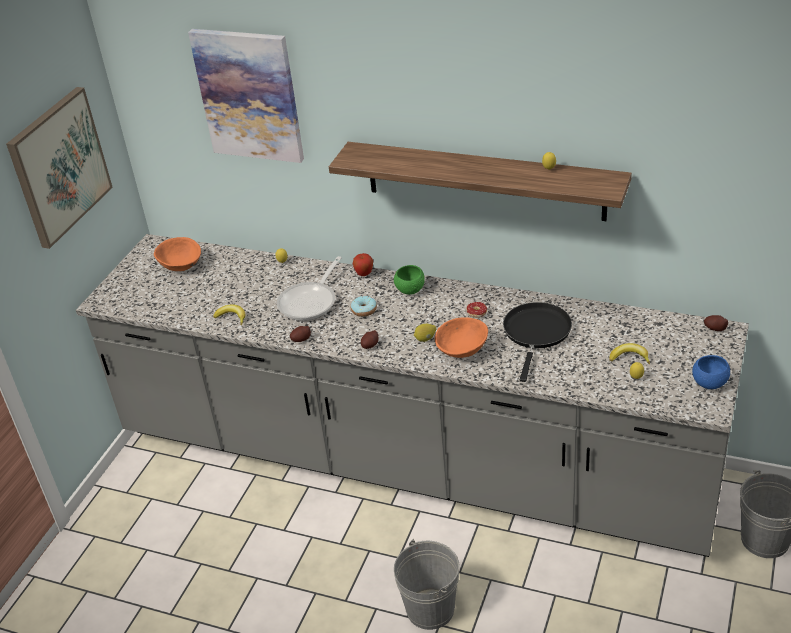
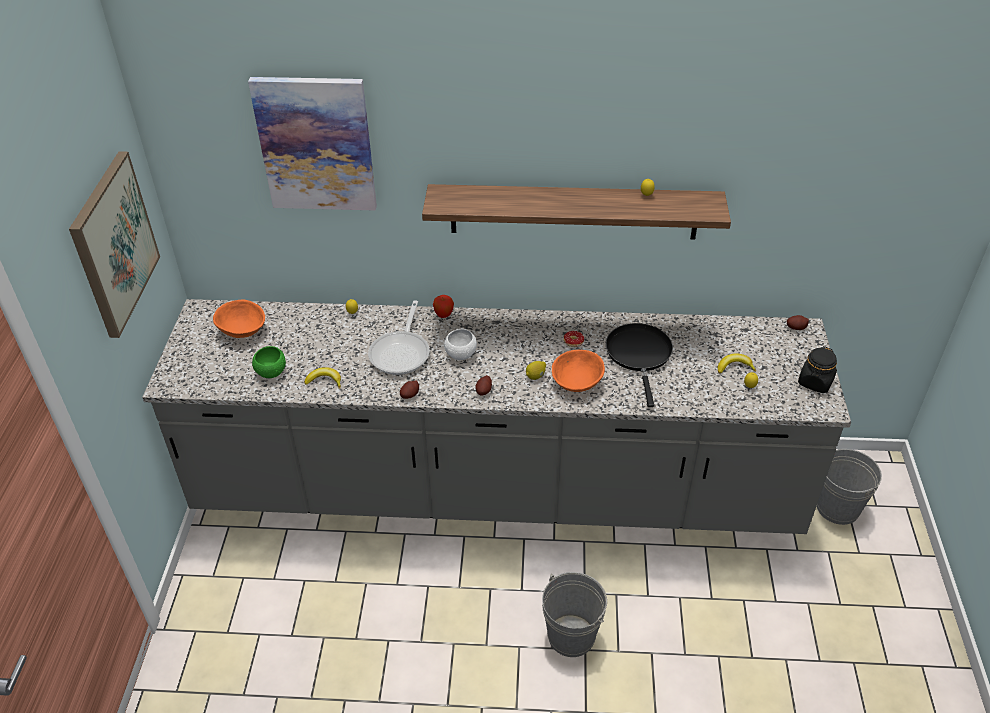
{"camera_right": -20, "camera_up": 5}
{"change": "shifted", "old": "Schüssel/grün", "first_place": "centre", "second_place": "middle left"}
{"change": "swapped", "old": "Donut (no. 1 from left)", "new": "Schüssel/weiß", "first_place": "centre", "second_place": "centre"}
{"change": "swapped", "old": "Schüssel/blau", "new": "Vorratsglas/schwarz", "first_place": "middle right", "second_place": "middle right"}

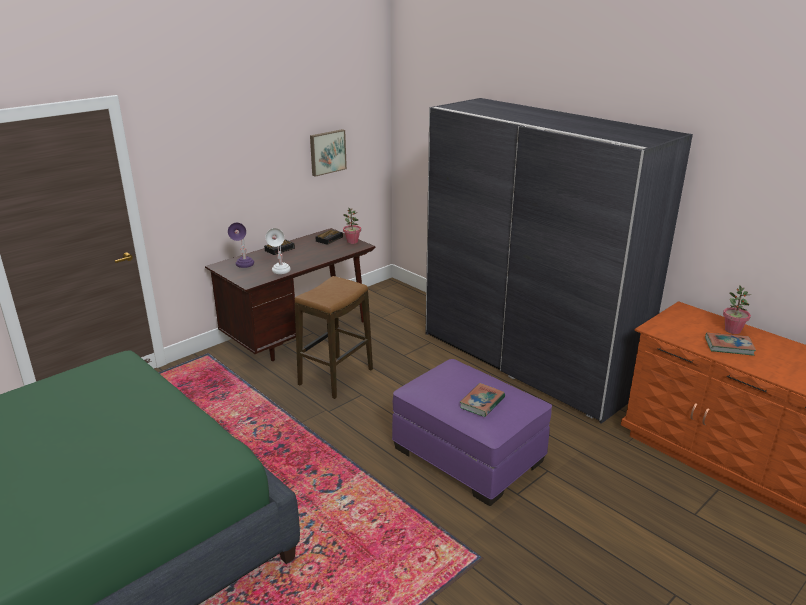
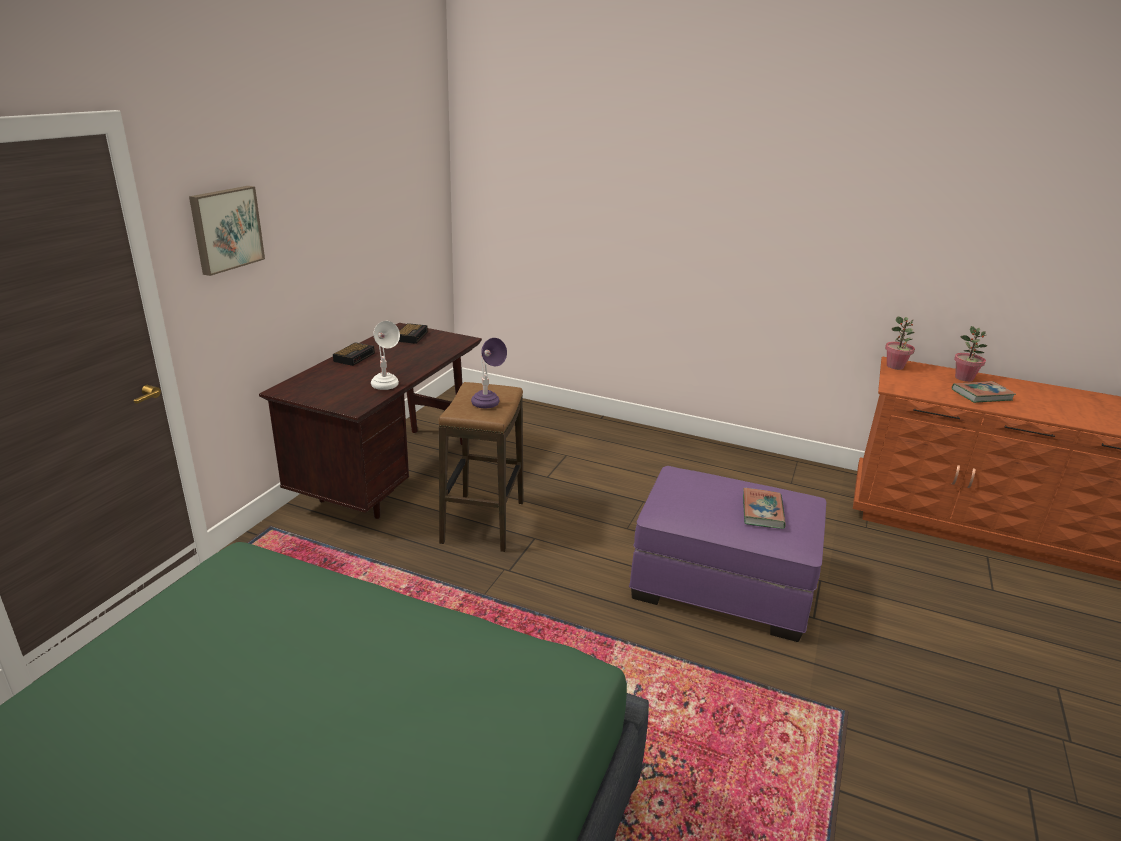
{"camera_right": -25, "camera_up": 0}
{"change": "shifted", "old": "Bild", "first_place": "top centre", "second_place": "top left"}
{"change": "shifted", "old": "Tischlampe/lila", "first_place": "middle left", "second_place": "centre"}
{"change": "shifted", "old": "Topfpflanze (no. 1 from left)", "first_place": "centre", "second_place": "middle right"}
{"change": "gone", "old": "Kleiderschrank/grau", "first_place": "middle right"}

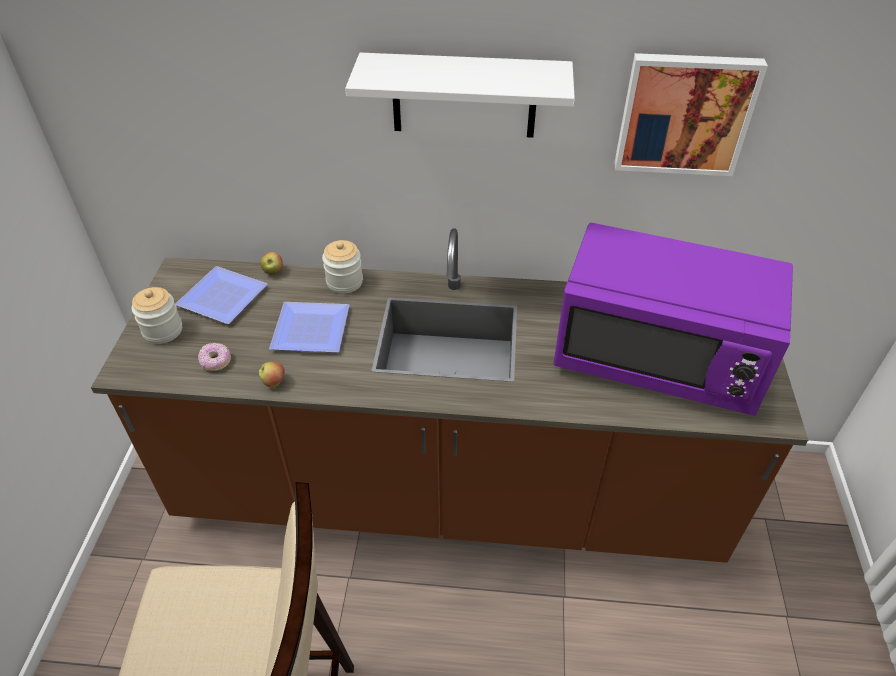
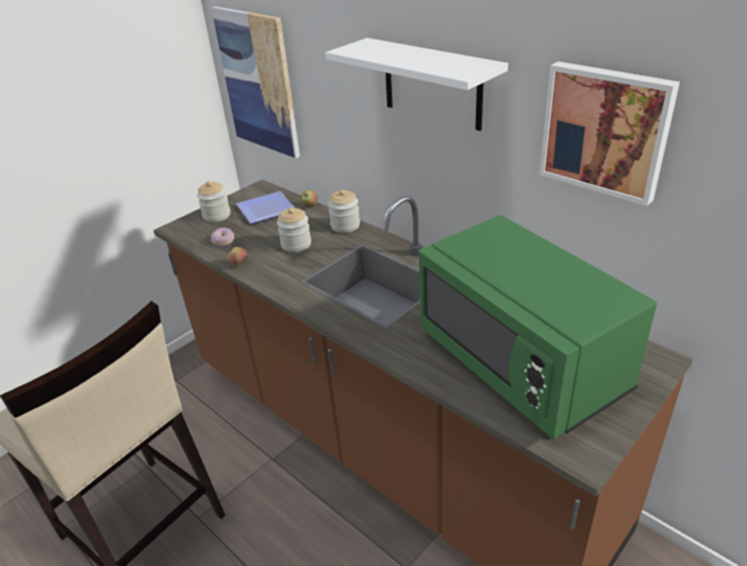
{"camera_right": 40, "camera_up": -10}
{"change": "new", "new": "Bild (no. 1 from left)", "second_place": "top centre"}
{"change": "swapped", "old": "Teller (no. 2 from left)", "new": "Vorratsglas (no. 2 from left)", "first_place": "centre", "second_place": "centre"}
{"change": "repainted", "old": "Mikrowelle/lila", "new": "Mikrowelle/grün", "first_place": "middle right", "second_place": "middle right"}

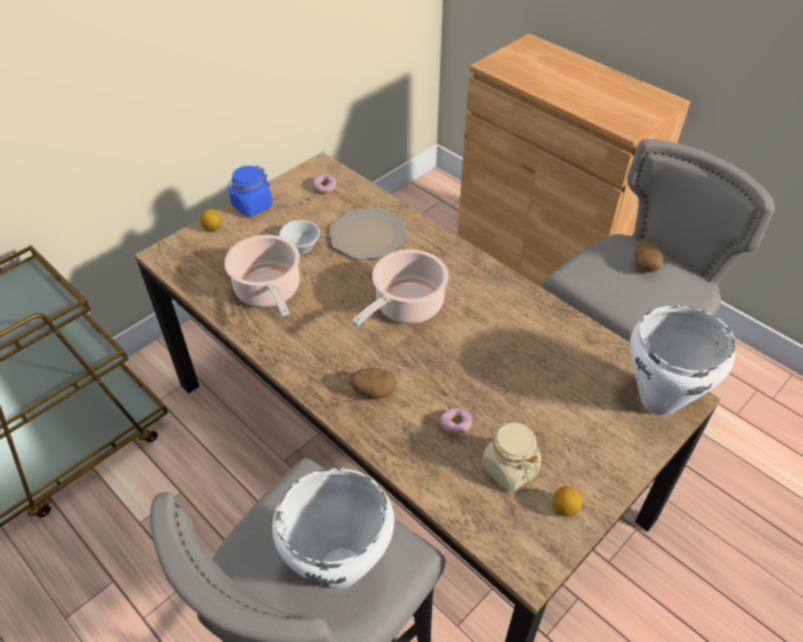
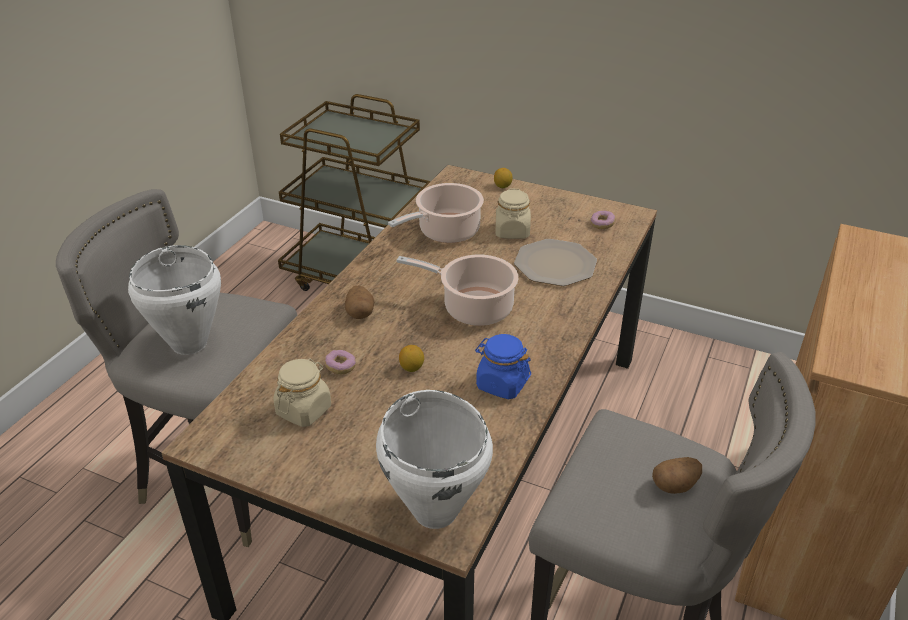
{"camera_right": 70, "camera_up": -10}
{"change": "shifted", "old": "Zitrone (no. 2 from left in the first image)", "new": "Zitrone (no. 1 from left)", "first_place": "bottom right", "second_place": "centre"}
{"change": "shifted", "old": "Vorratsglas/blau", "first_place": "top left", "second_place": "centre"}
{"change": "swapped", "old": "Tasse/weiß", "new": "Vorratsglas/beige (no. 2 from left)", "first_place": "centre", "second_place": "centre"}

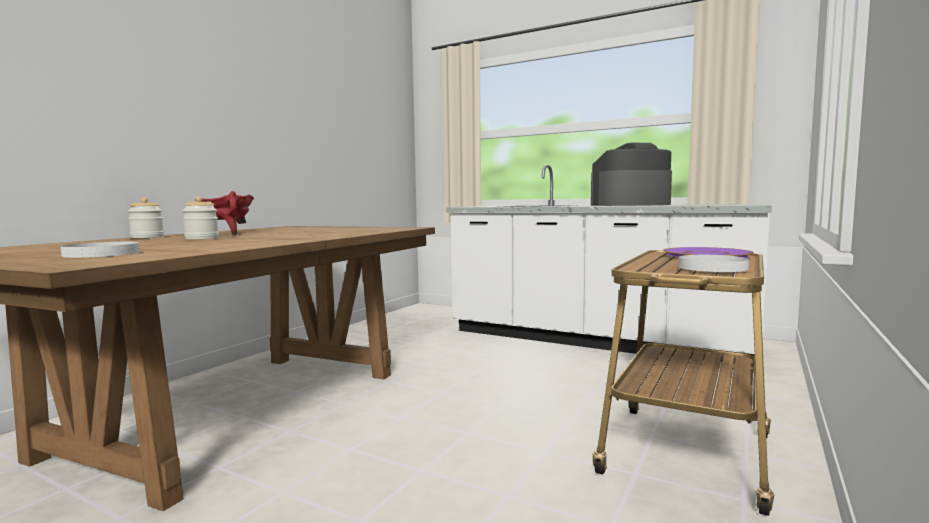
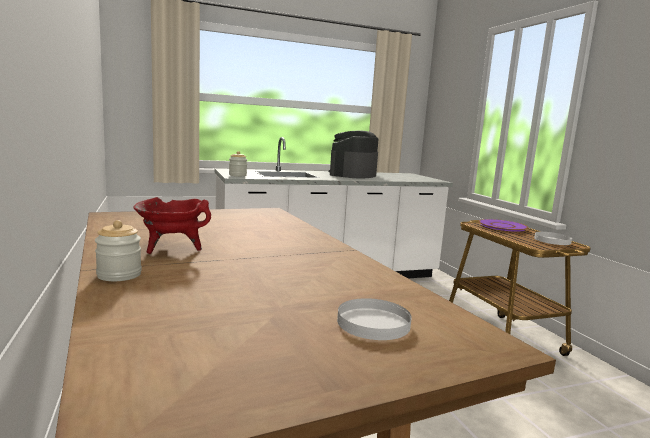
{"camera_right": -50, "camera_up": 5}
{"change": "shifted", "old": "Vorratsglas (no. 2 from left)", "first_place": "middle left", "second_place": "centre"}

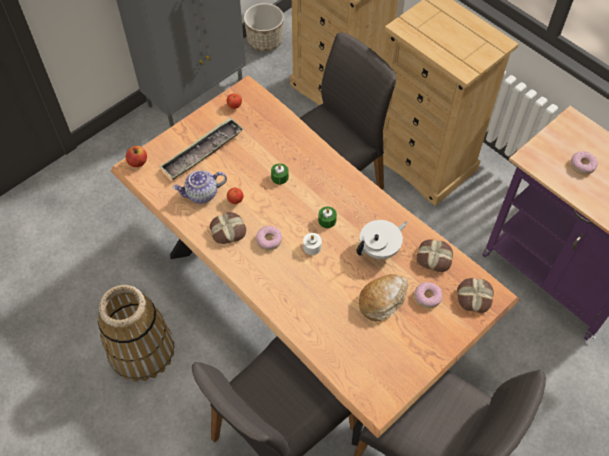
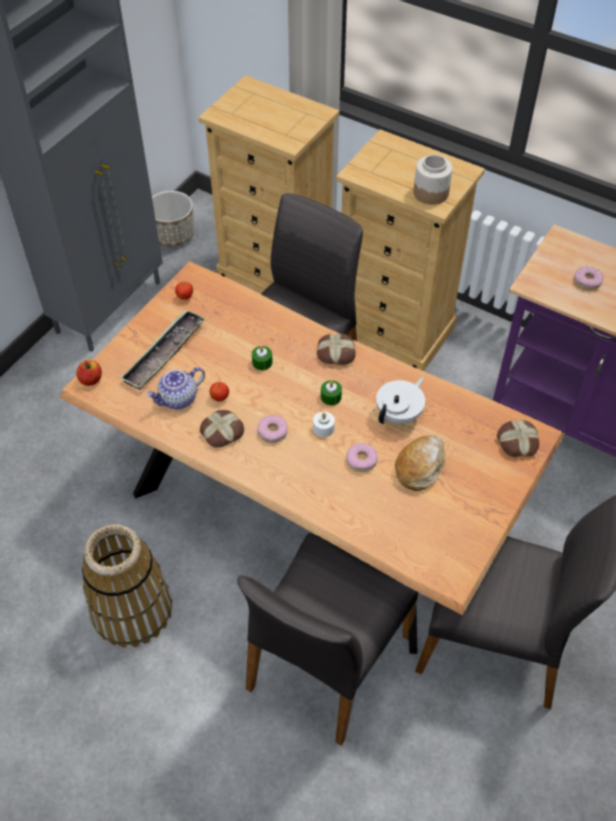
{"camera_right": -15, "camera_up": -5}
{"change": "shifted", "old": "Brot (no. 3 from left in the first image)", "new": "Brot (no. 2 from left)", "first_place": "middle right", "second_place": "centre"}
{"change": "shifted", "old": "Donut (no. 2 from left)", "first_place": "middle right", "second_place": "centre"}
{"change": "new", "new": "Vorratsglas", "second_place": "top right"}

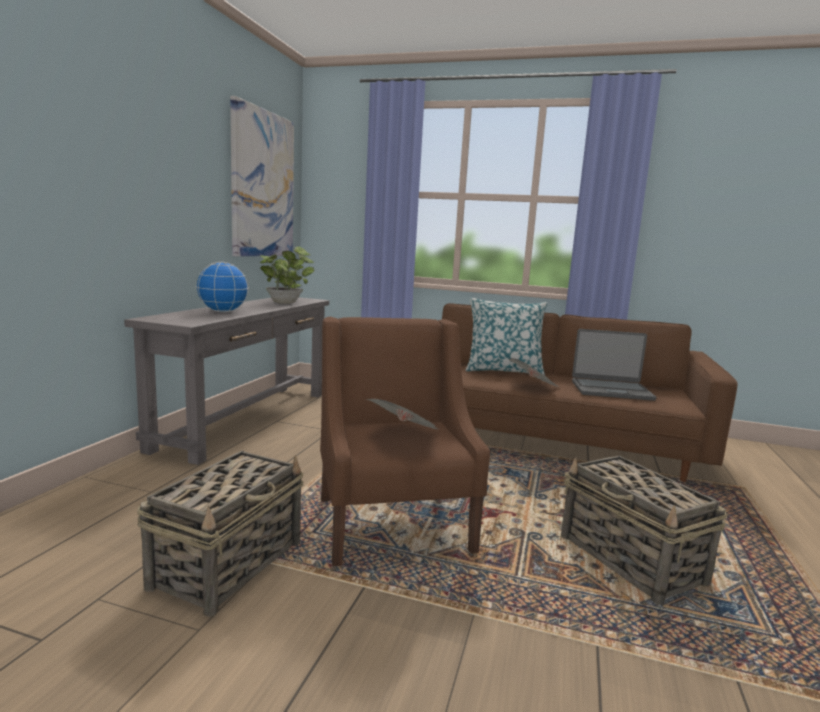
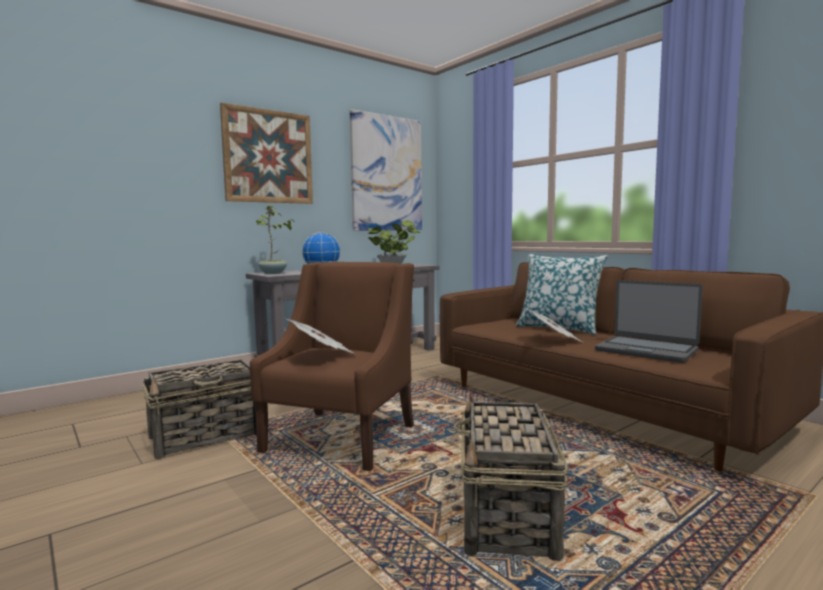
{"camera_right": 35, "camera_up": -5}
{"change": "new", "new": "Bild (no. 1 from left)", "second_place": "top left"}
{"change": "new", "new": "Topfpflanze (no. 1 from left)", "second_place": "middle left"}

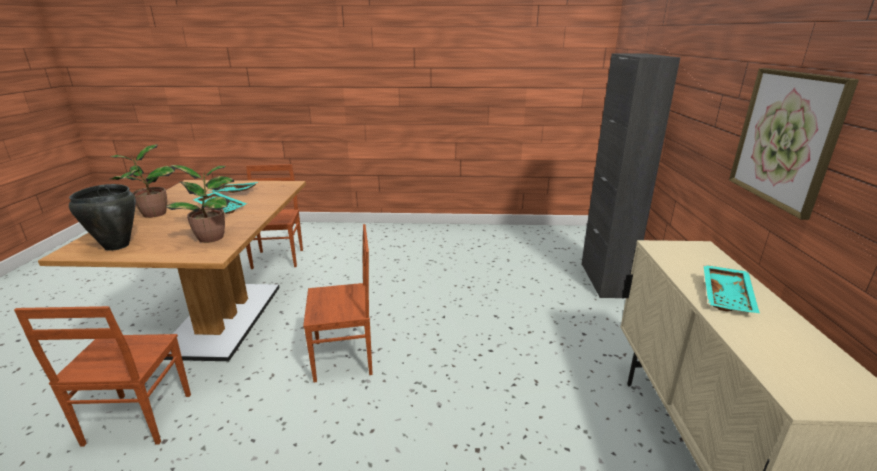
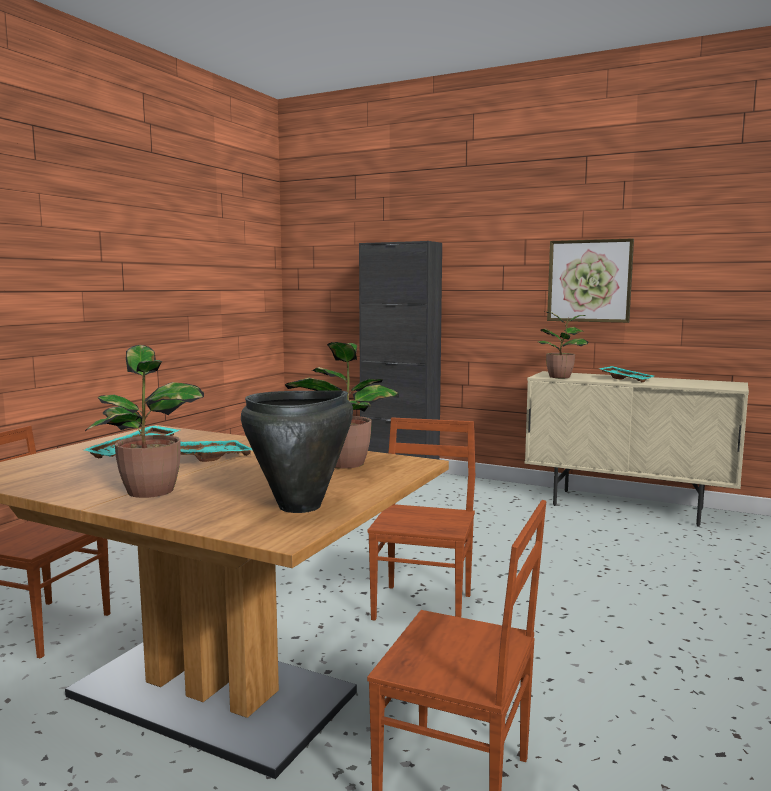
{"camera_right": -65, "camera_up": -15}
{"change": "new", "new": "Topfpflanze (no. 3 from left)", "second_place": "middle right"}

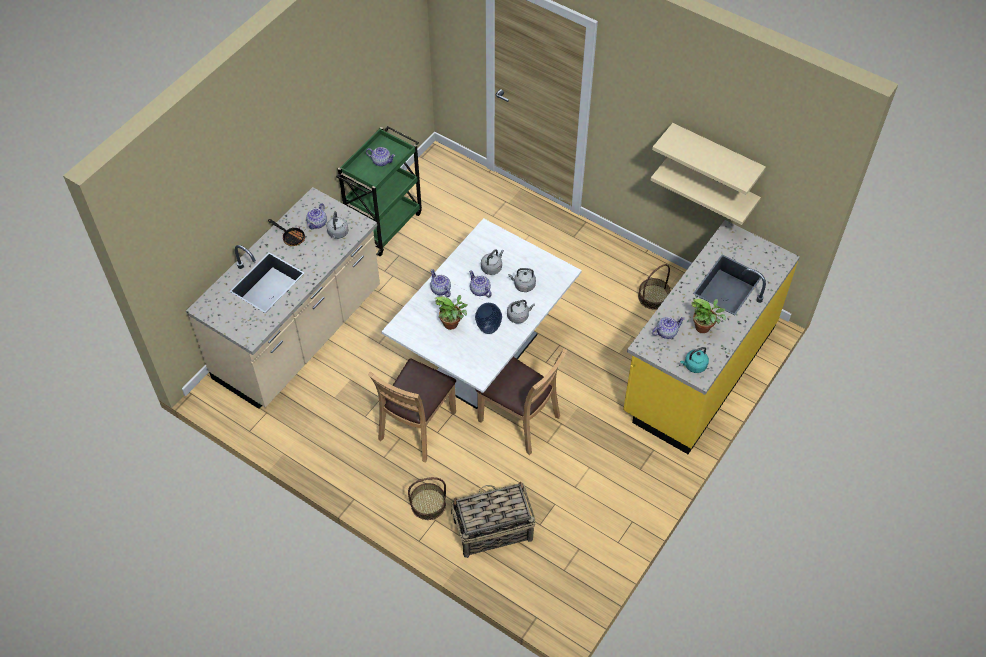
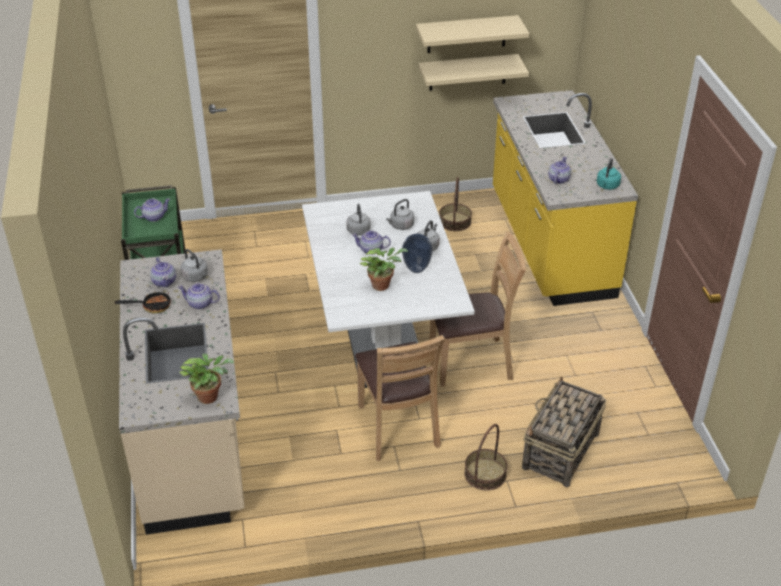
{"camera_right": -45, "camera_up": -15}
{"change": "shifted", "old": "Teekanne (no. 3 from left)", "first_place": "centre", "second_place": "middle left"}
{"change": "shifted", "old": "Topfpflanze (no. 2 from left in the first image)", "new": "Topfpflanze (no. 1 from left)", "first_place": "middle right", "second_place": "middle left"}

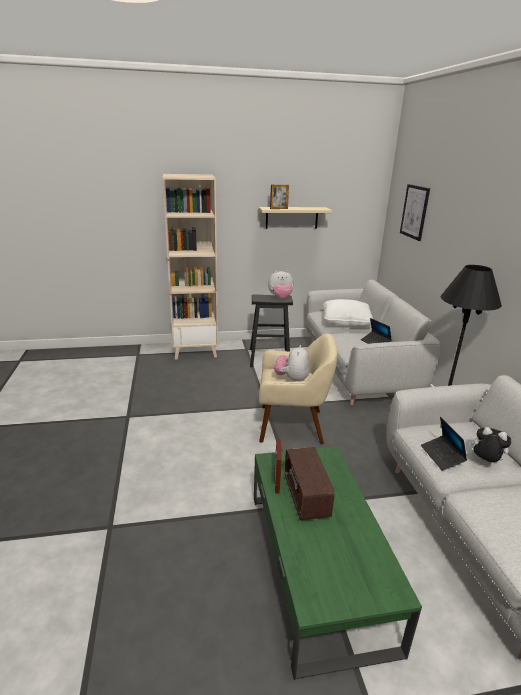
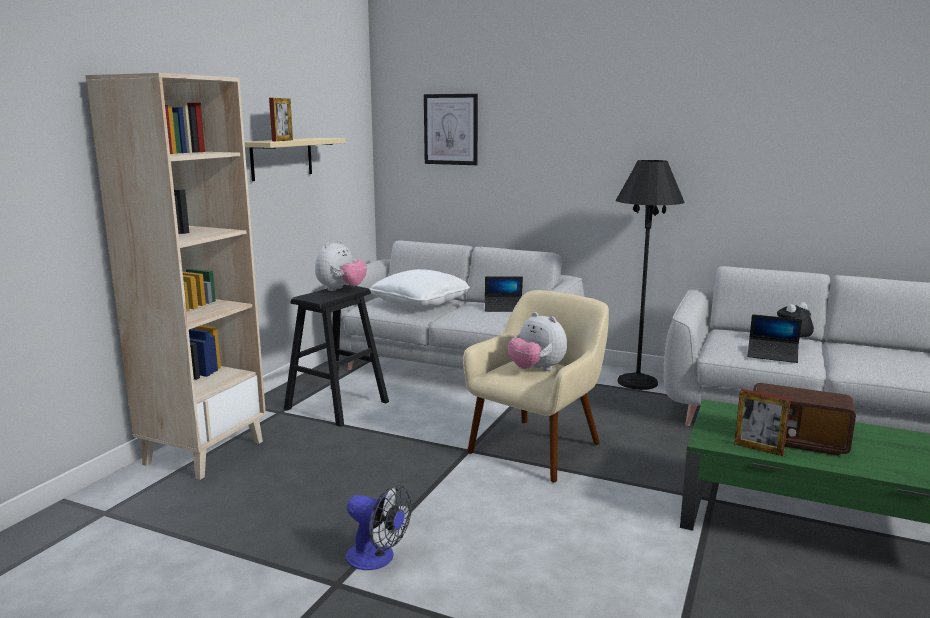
{"camera_right": -55, "camera_up": -10}
{"change": "new", "new": "Ventilator", "second_place": "bottom centre"}

